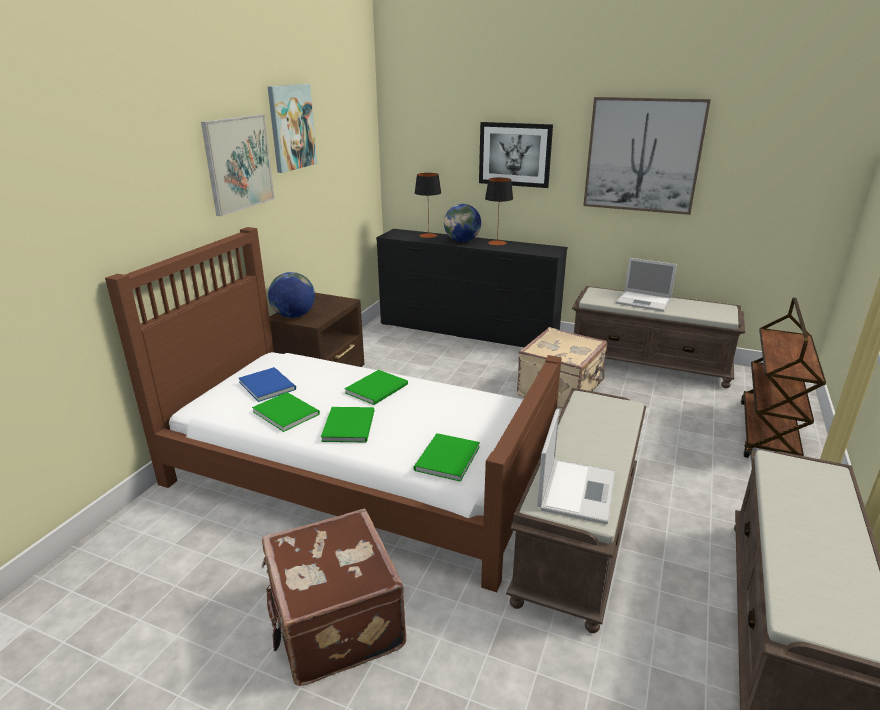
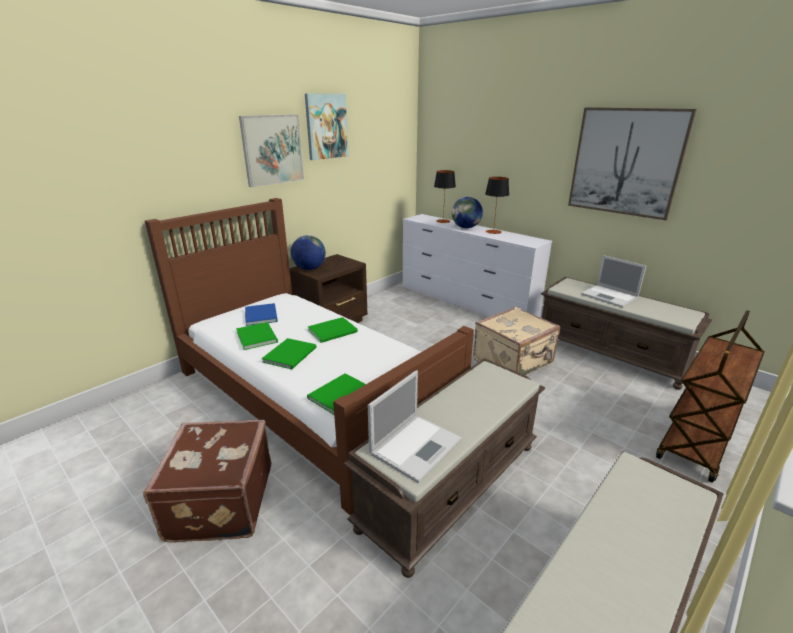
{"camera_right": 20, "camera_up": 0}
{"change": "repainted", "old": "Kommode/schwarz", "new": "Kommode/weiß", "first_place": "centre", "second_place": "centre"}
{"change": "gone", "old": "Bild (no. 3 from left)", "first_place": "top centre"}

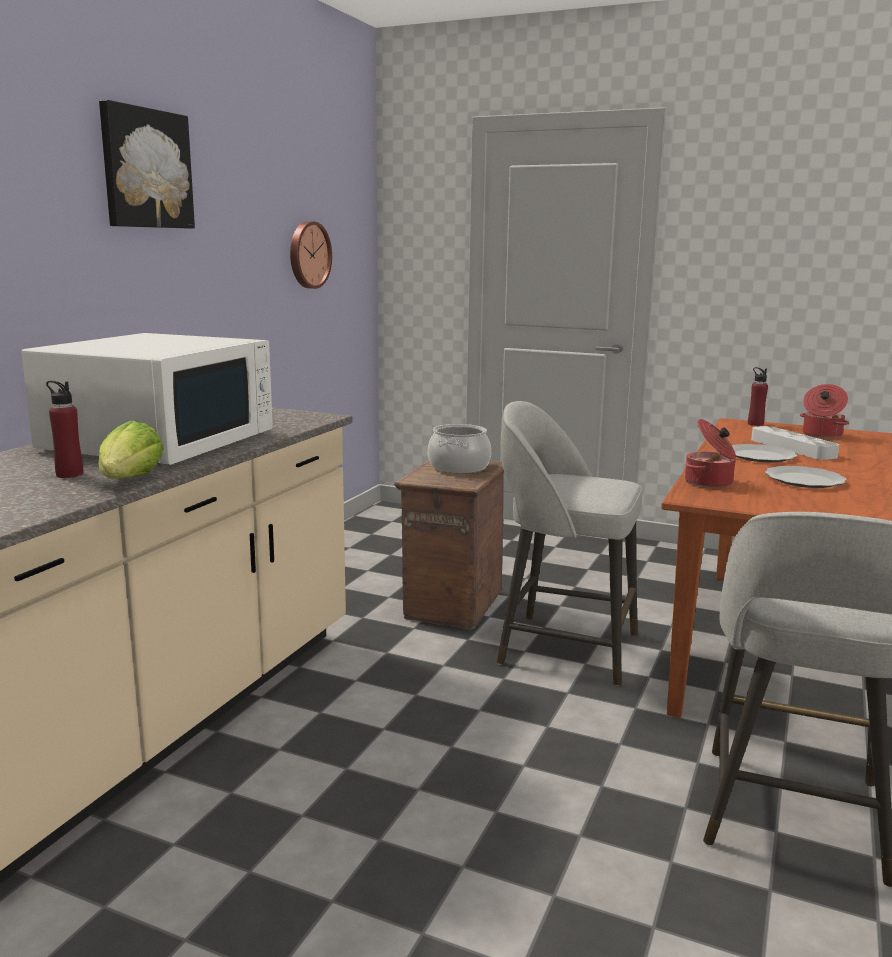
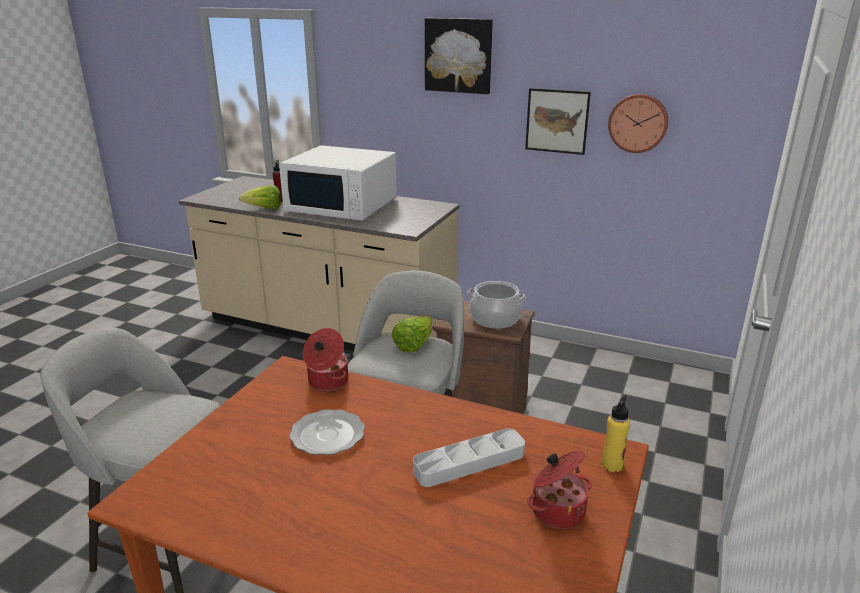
{"camera_right": 90, "camera_up": 10}
{"change": "new", "new": "Salatkopf (no. 2 from left)", "second_place": "centre"}
{"change": "new", "new": "Bild (no. 2 from left)", "second_place": "top centre"}
{"change": "repainted", "old": "Flasche/rot (no. 2 from left)", "new": "Flasche/gelb", "first_place": "middle right", "second_place": "bottom right"}
{"change": "gone", "old": "Teller (no. 1 from left)", "first_place": "middle right"}

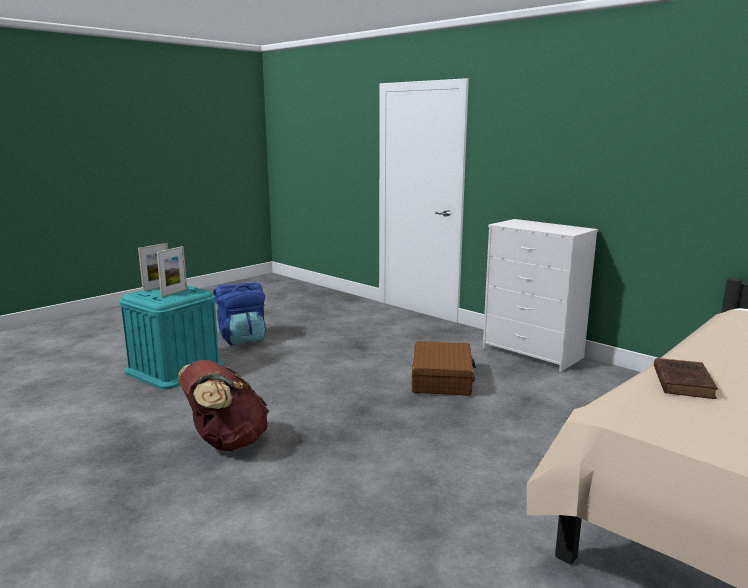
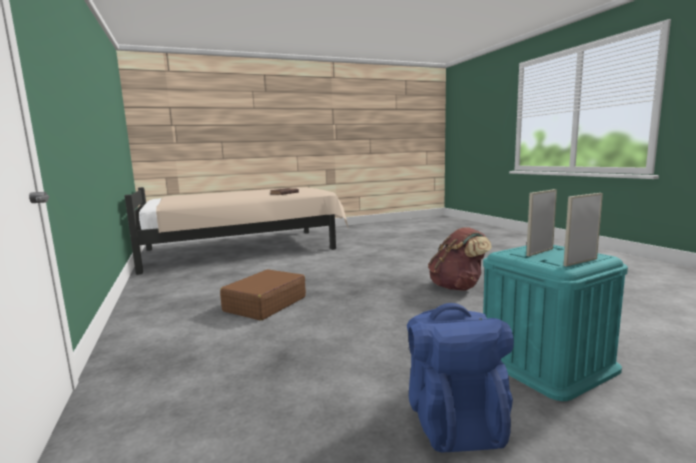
{"camera_right": -155, "camera_up": -5}
{"change": "gone", "old": "Kommode/weiß", "first_place": "middle right"}

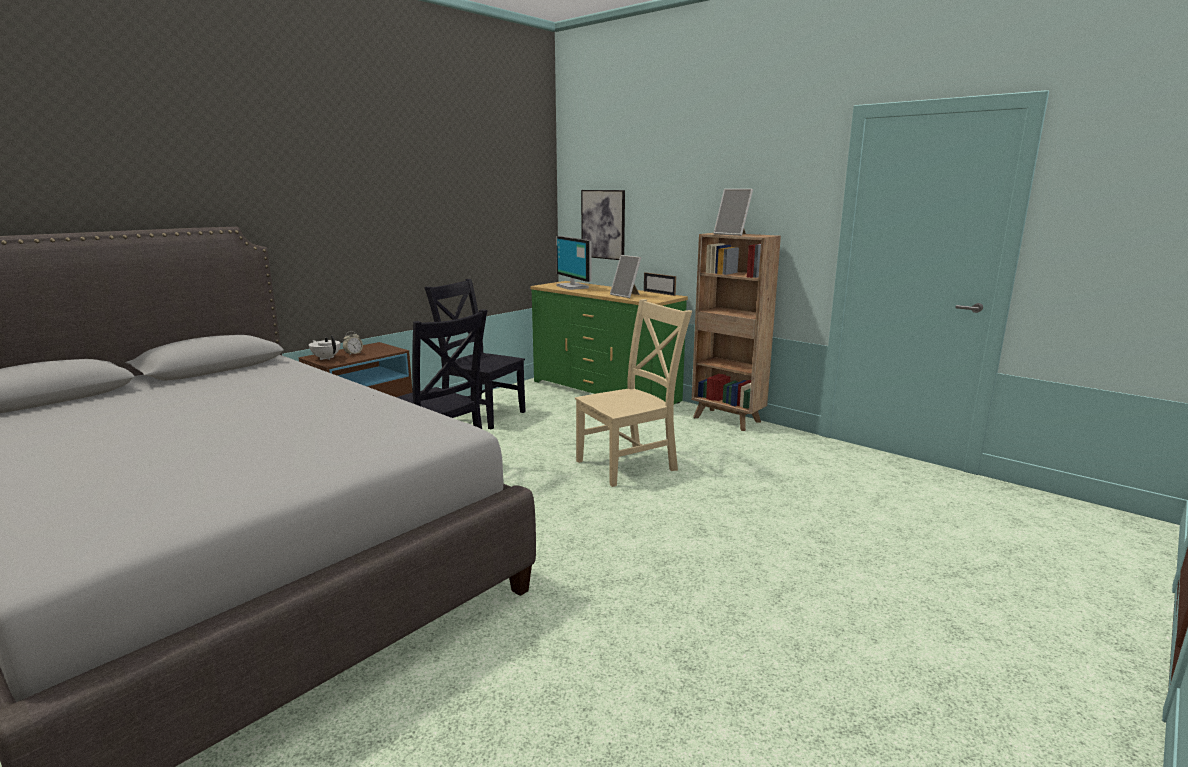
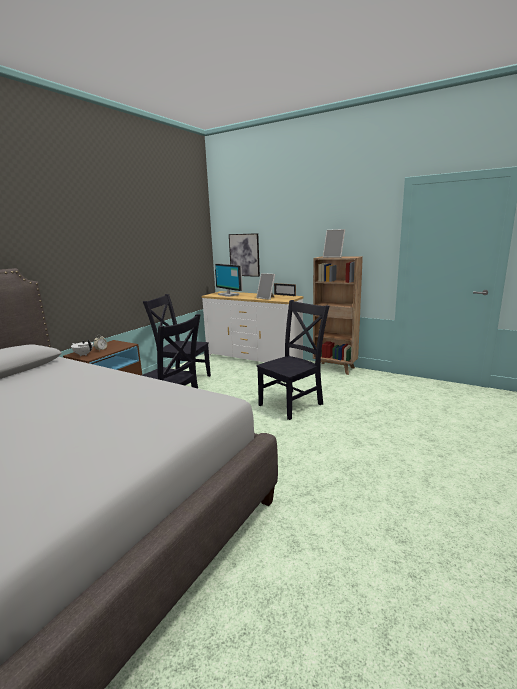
{"camera_right": -10, "camera_up": 0}
{"change": "repainted", "old": "Kommode/grün", "new": "Kommode/weiß", "first_place": "centre", "second_place": "centre"}
{"change": "repainted", "old": "Stuhl/beige", "new": "Stuhl/schwarz (no. 3 from left)", "first_place": "centre", "second_place": "centre"}

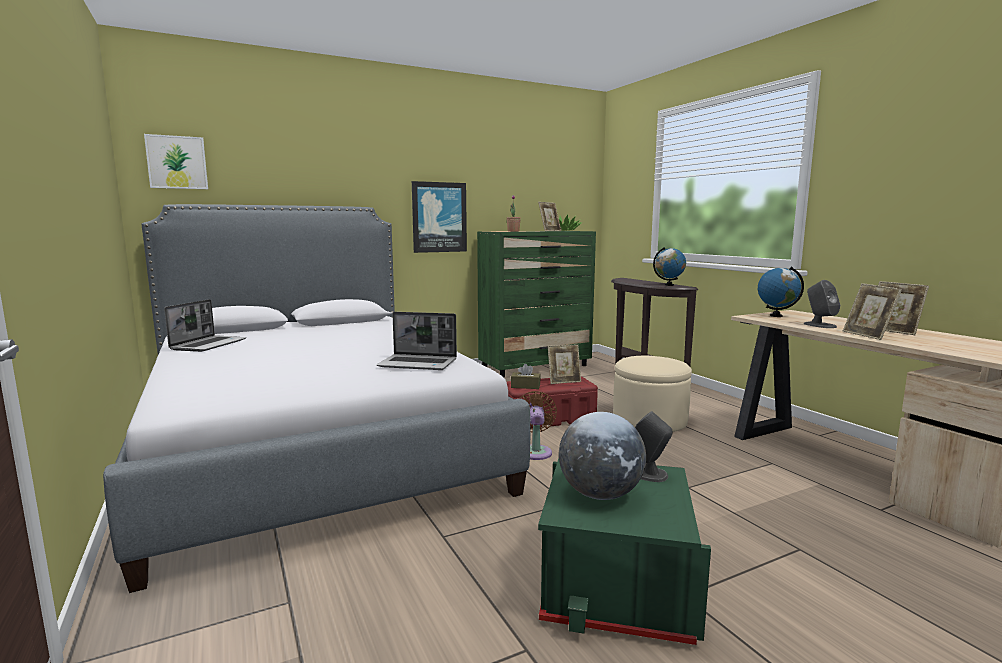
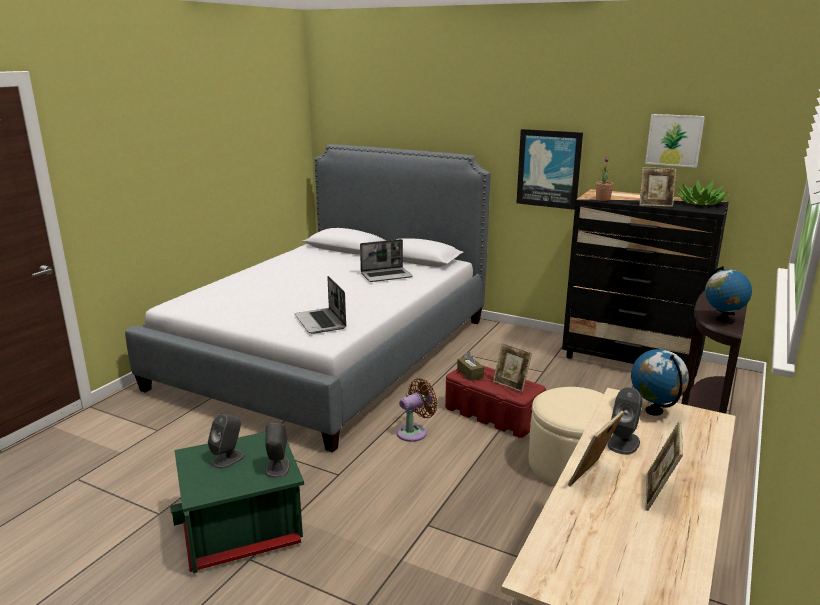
{"camera_right": 55, "camera_up": 10}
{"change": "swapped", "old": "Globus (no. 1 from left)", "new": "Lautsprecher/grau (no. 1 from left)", "first_place": "bottom centre", "second_place": "bottom left"}
{"change": "shifted", "old": "Laptop (no. 1 from left in the first image)", "new": "Laptop (no. 2 from left)", "first_place": "middle left", "second_place": "centre"}
{"change": "repainted", "old": "Kommode/grün", "new": "Kommode/schwarz", "first_place": "centre", "second_place": "middle right"}
{"change": "shifted", "old": "Bild (no. 1 from left in the first image)", "new": "Bild (no. 2 from left)", "first_place": "top left", "second_place": "top right"}

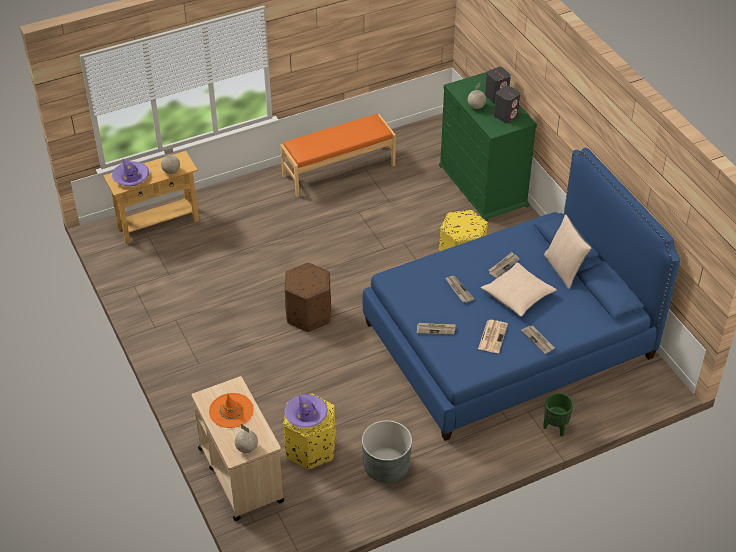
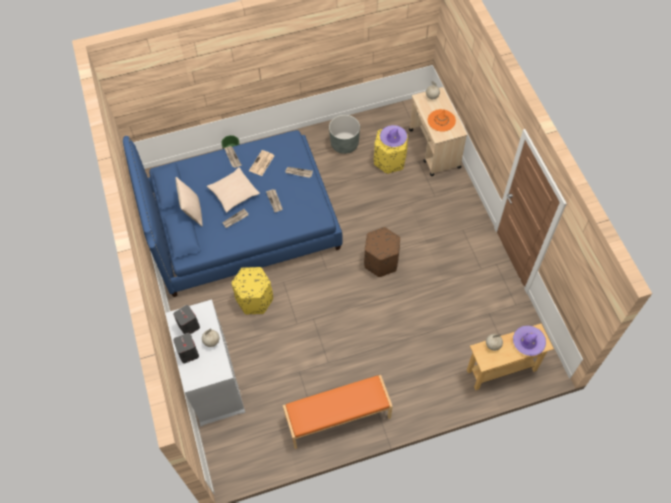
{"camera_right": -170, "camera_up": 15}
{"change": "repainted", "old": "Kommode/grün", "new": "Kommode/weiß", "first_place": "top centre", "second_place": "bottom left"}

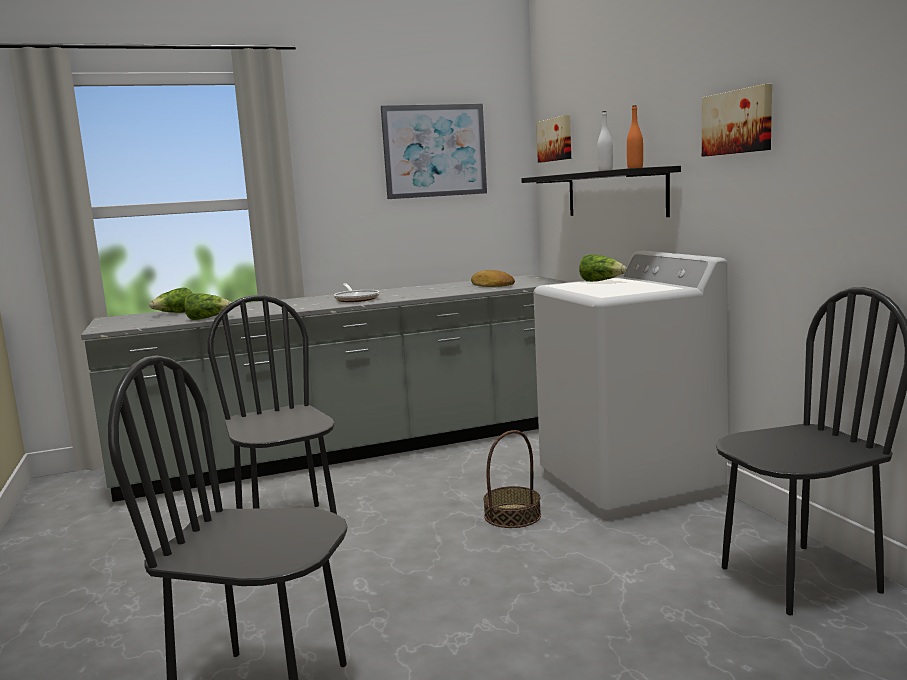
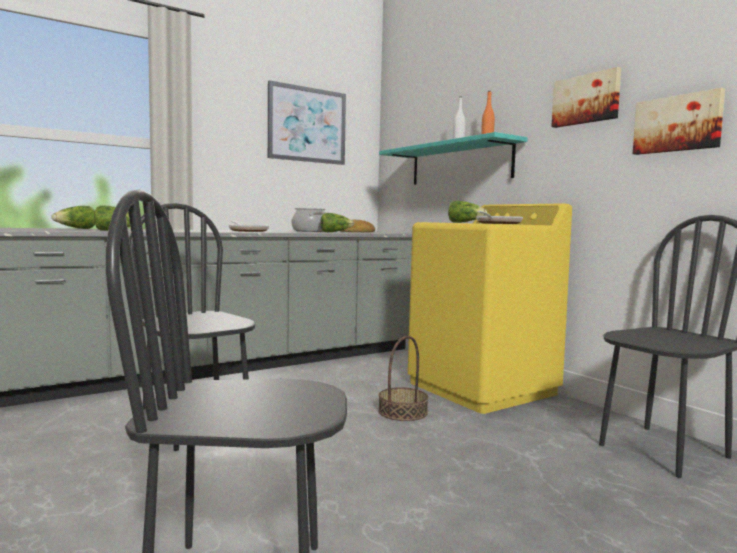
{"camera_right": -15, "camera_up": -5}
{"change": "new", "new": "Kochtopf", "second_place": "centre"}
{"change": "new", "new": "Salatkopf (no. 3 from left)", "second_place": "centre"}
{"change": "repainted", "old": "Wandregal/schwarz", "new": "Wandregal/türkis", "first_place": "top centre", "second_place": "top centre"}
{"change": "repainted", "old": "Waschmaschine/weiß", "new": "Waschmaschine/gelb", "first_place": "middle right", "second_place": "centre"}
{"change": "new", "new": "Pfanne (no. 2 from left)", "second_place": "middle right"}
{"change": "shifted", "old": "Bild (no. 2 from left in the first image)", "new": "Bild (no. 3 from left)", "first_place": "top centre", "second_place": "top right"}

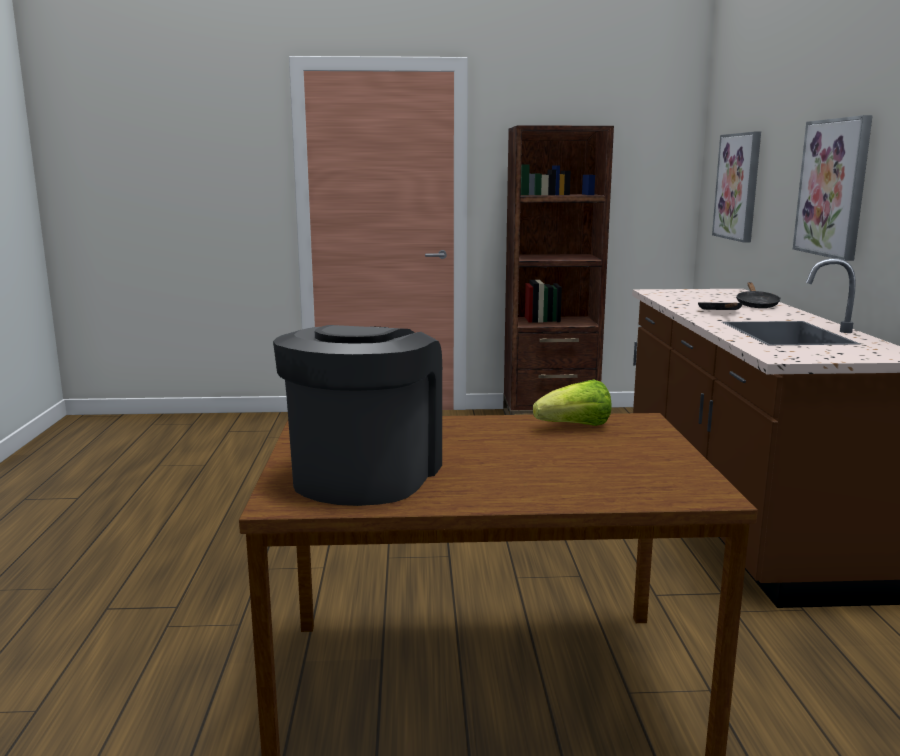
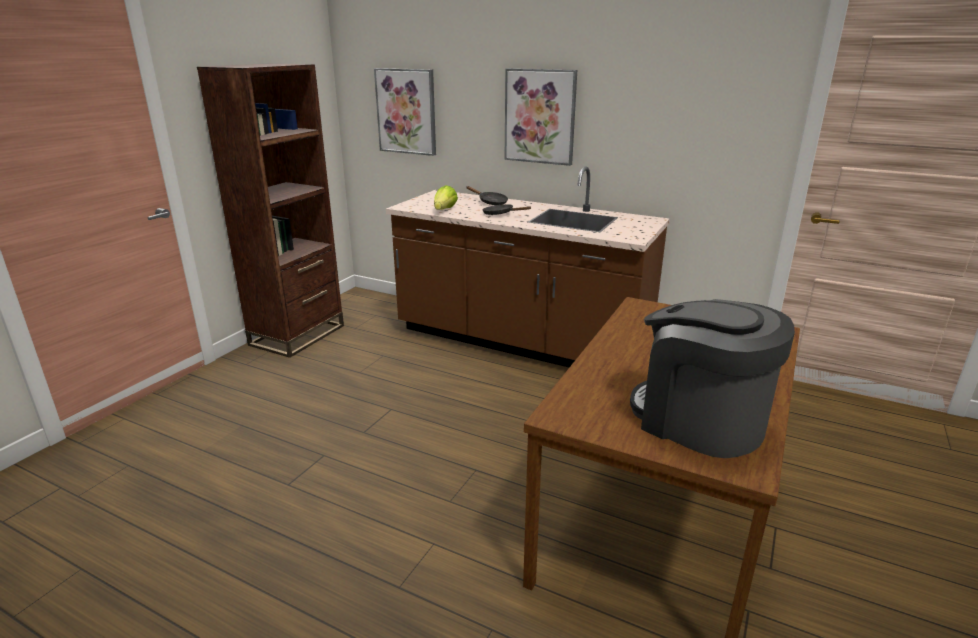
{"camera_right": -60, "camera_up": 10}
{"change": "shifted", "old": "Salatkopf", "first_place": "centre", "second_place": "top centre"}

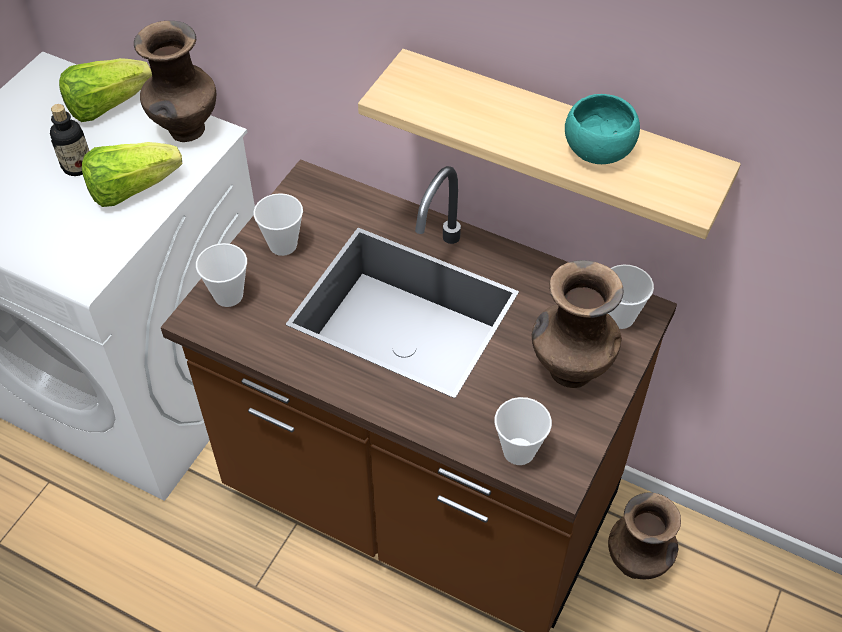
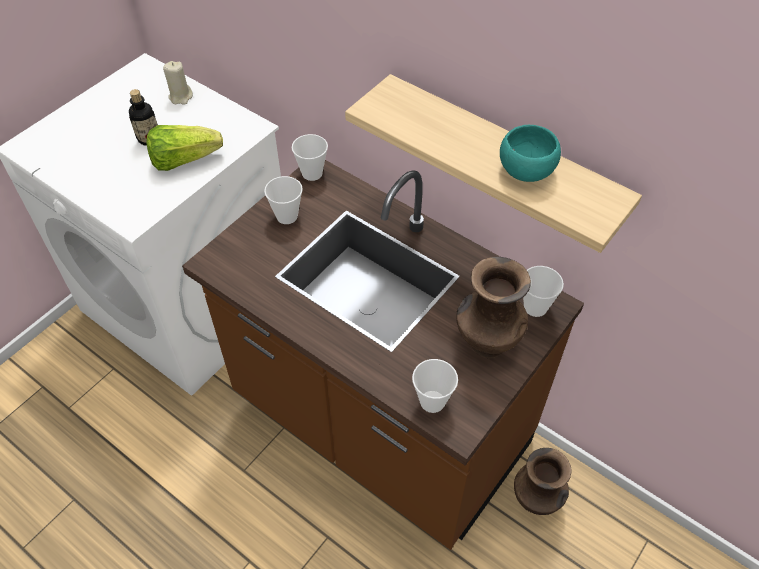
{"camera_right": 10, "camera_up": 0}
{"change": "swapped", "old": "Salatkopf (no. 1 from left)", "new": "Kerze/beige", "first_place": "top left", "second_place": "top left"}
{"change": "shifted", "old": "Tasse (no. 1 from left in the first image)", "new": "Tasse (no. 2 from left)", "first_place": "middle left", "second_place": "top centre"}
{"change": "gone", "old": "Vase/braun (no. 1 from left)", "first_place": "top left"}

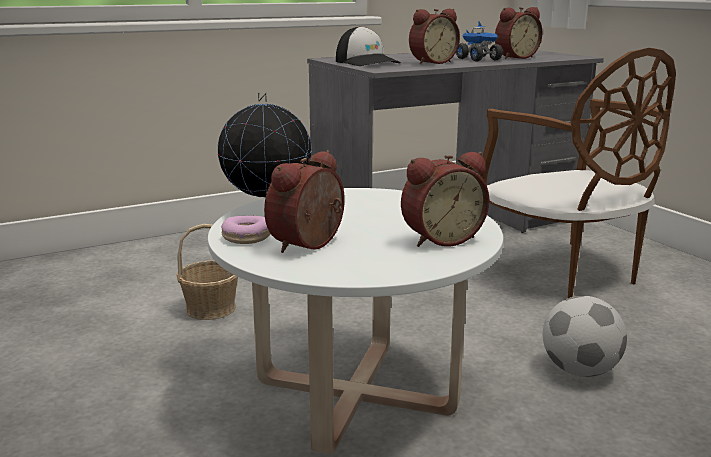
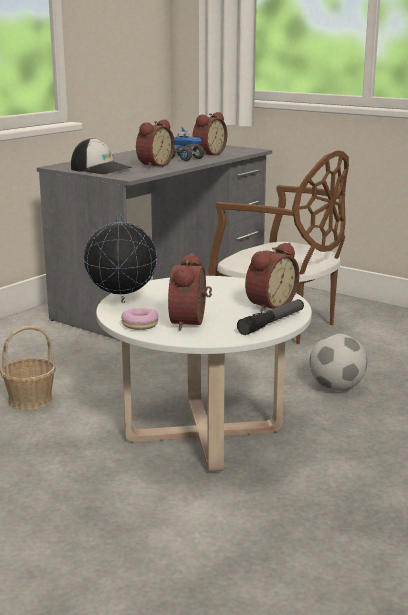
{"camera_right": -25, "camera_up": 0}
{"change": "new", "new": "Taschenlampe", "second_place": "centre"}

